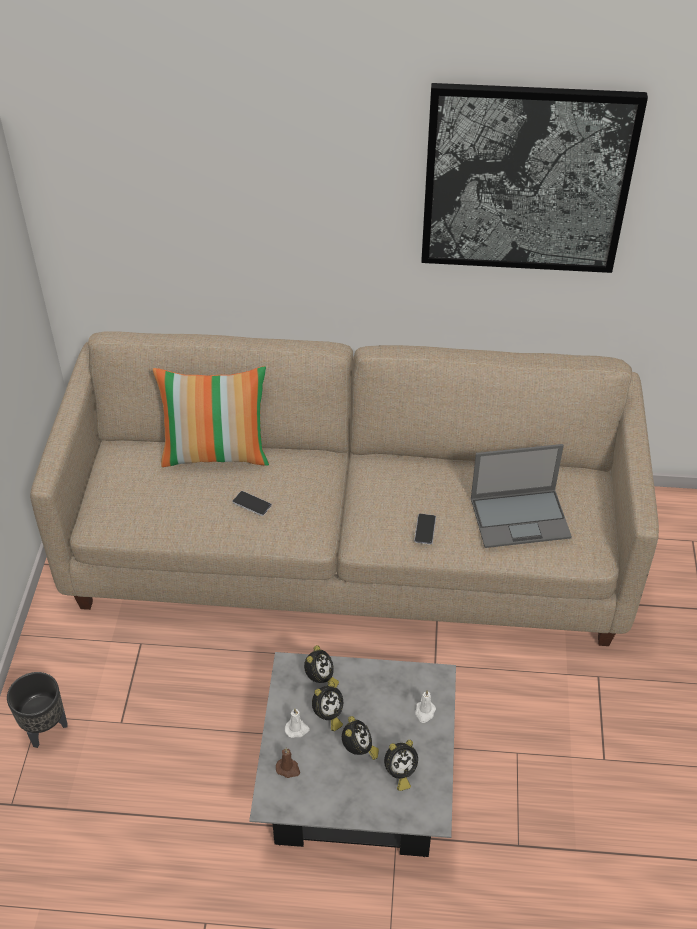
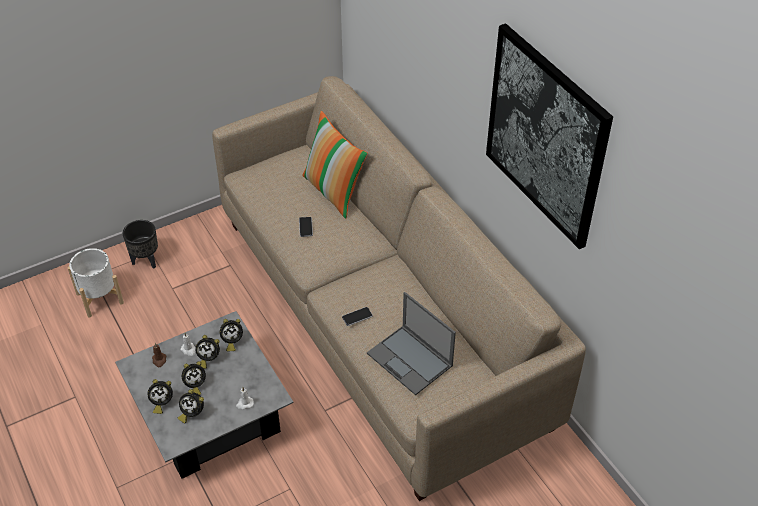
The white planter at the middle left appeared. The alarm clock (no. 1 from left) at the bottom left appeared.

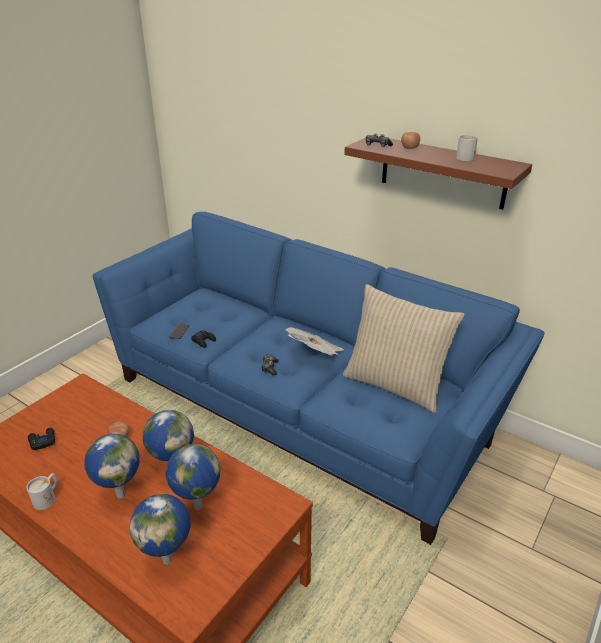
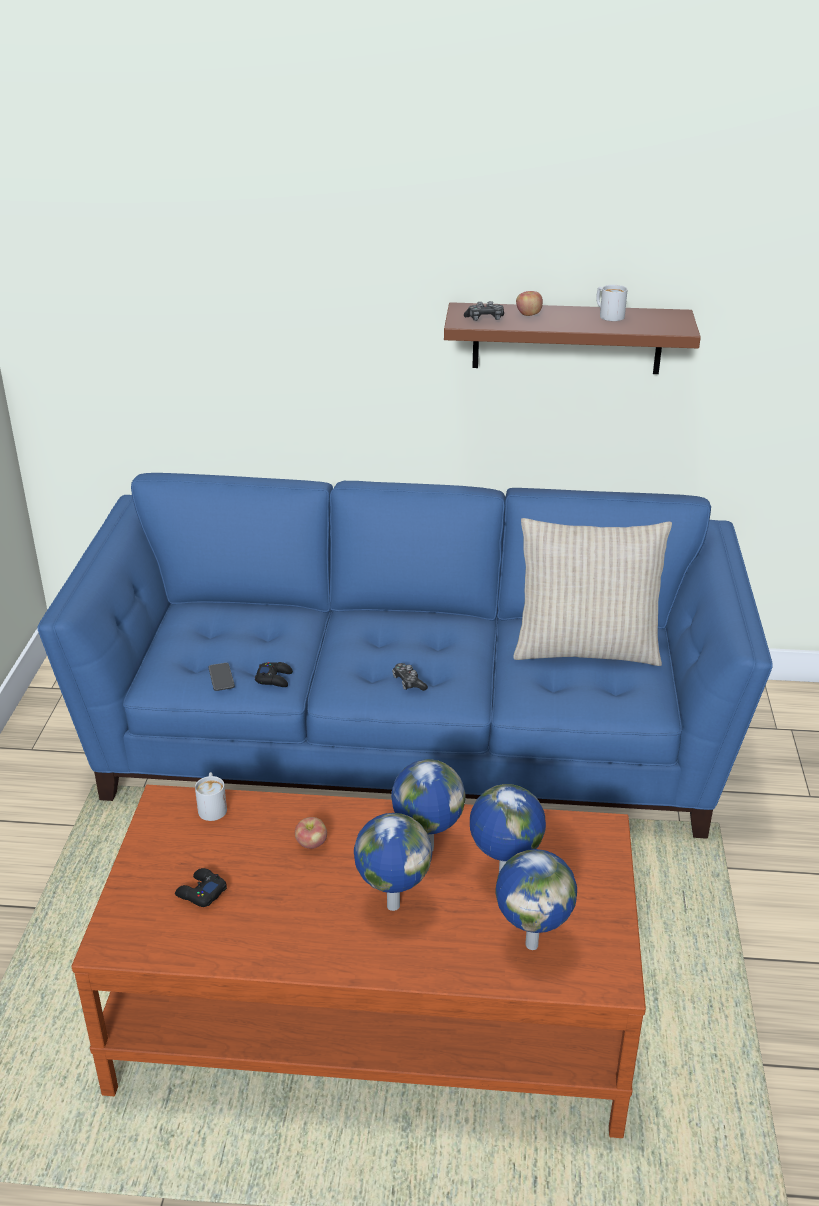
The white mug (no. 1 from left) moved from the bottom left to the middle left. The newspaper at the centre disappeared.

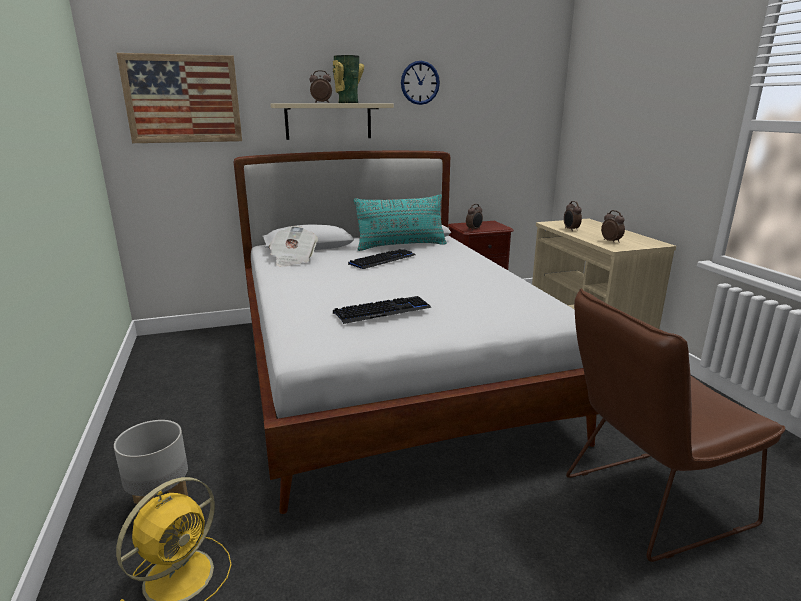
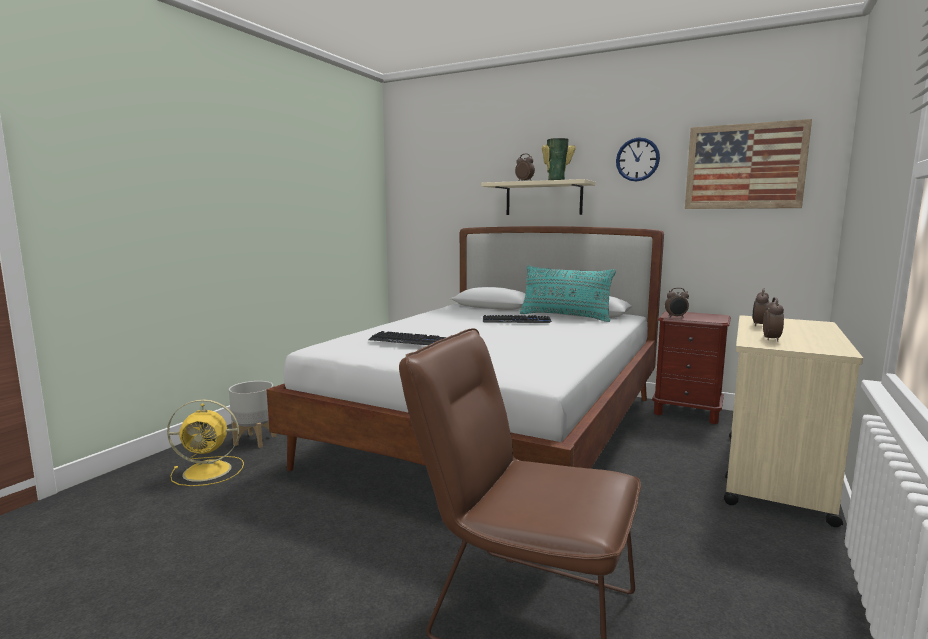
The picture moved from the top left to the top right. The newspaper at the centre disappeared.

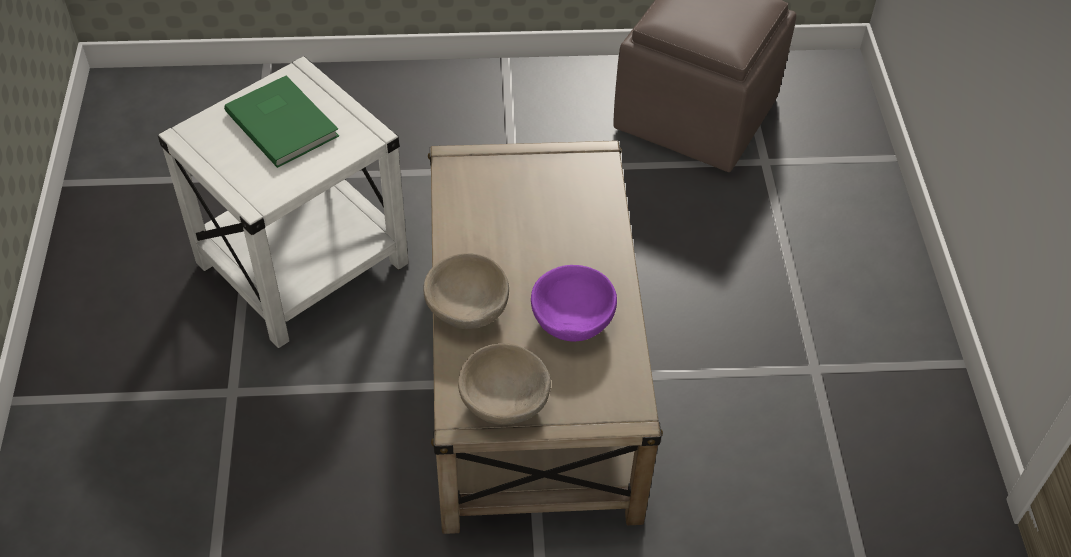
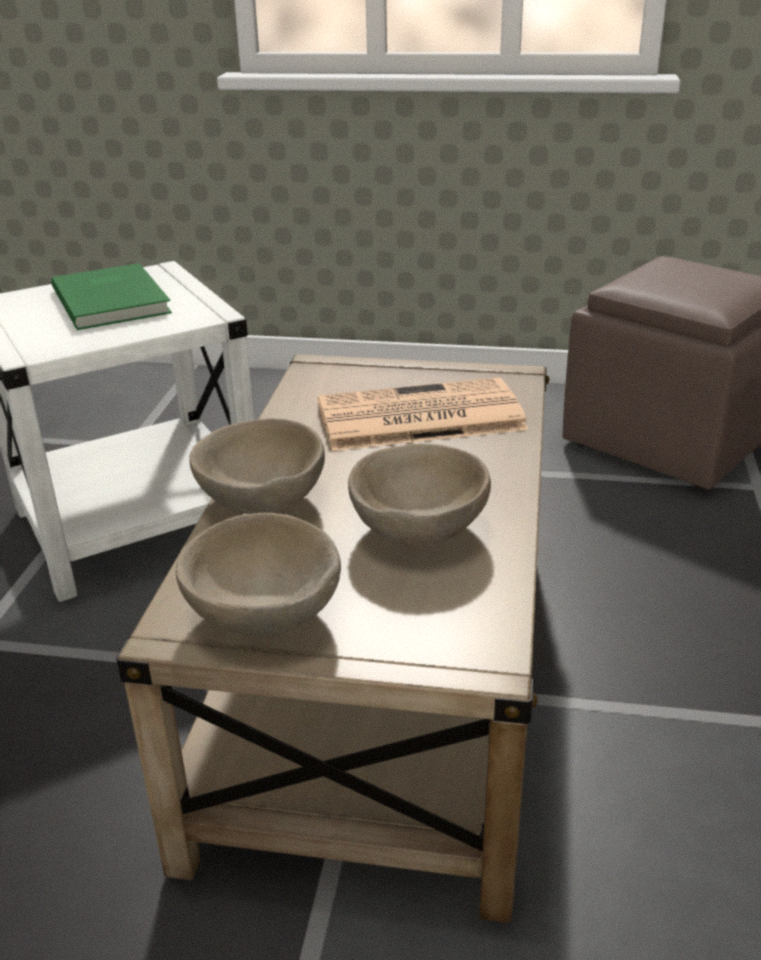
The purple bowl at the centre became the beige bowl (no. 3 from left) at the centre. The newspaper at the centre appeared.

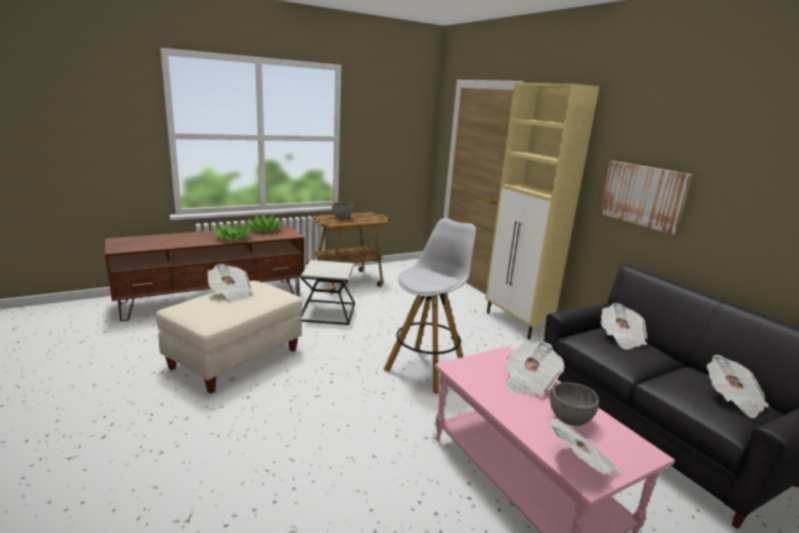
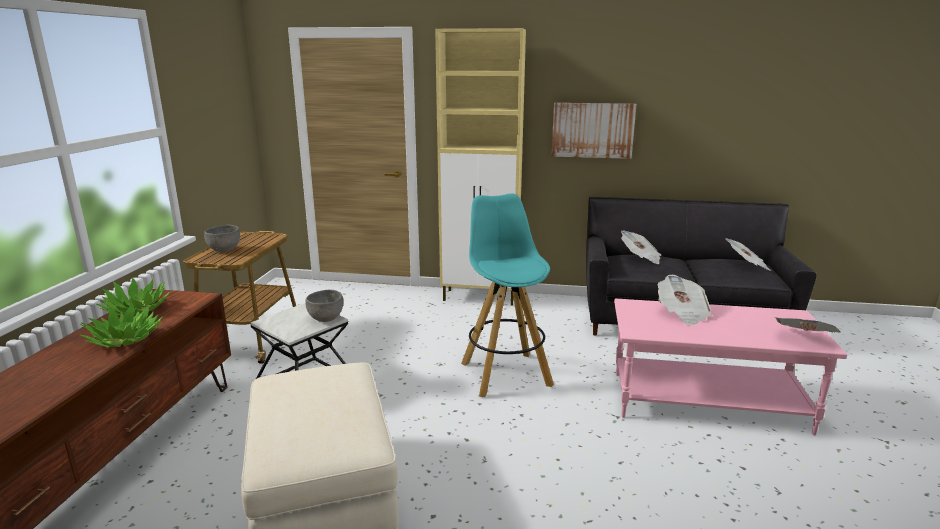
The newspaper (no. 1 from left) at the middle left disappeared. The white stool at the centre became the turquoise stool at the centre. The grey bowl (no. 2 from left) moved from the bottom right to the centre.

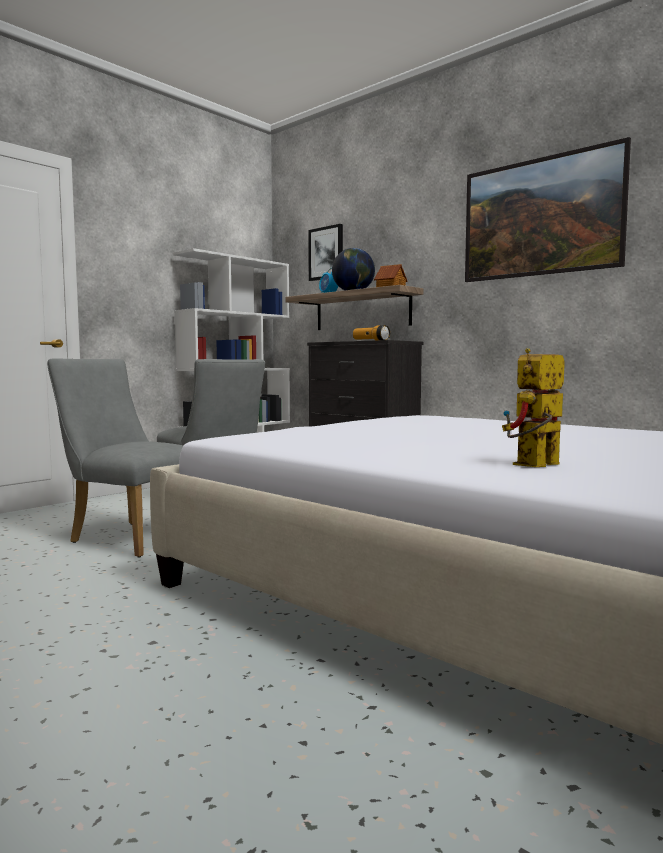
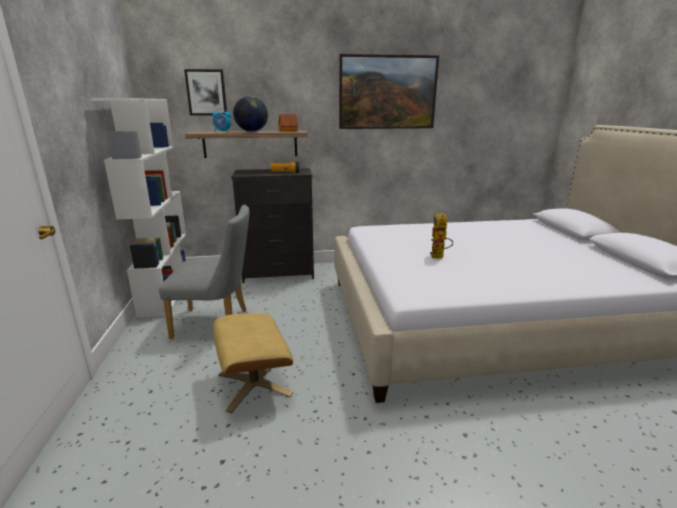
The grey chair (no. 1 from left) at the middle left was replaced by the beige ottoman at the bottom centre. The toy robot moved from the middle right to the centre.

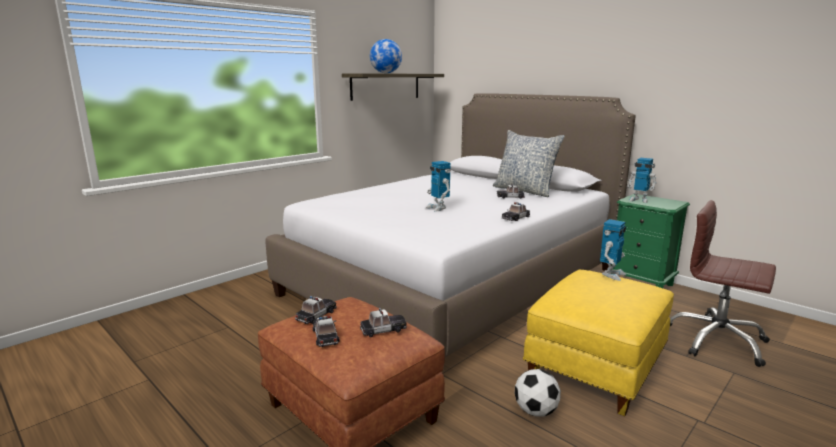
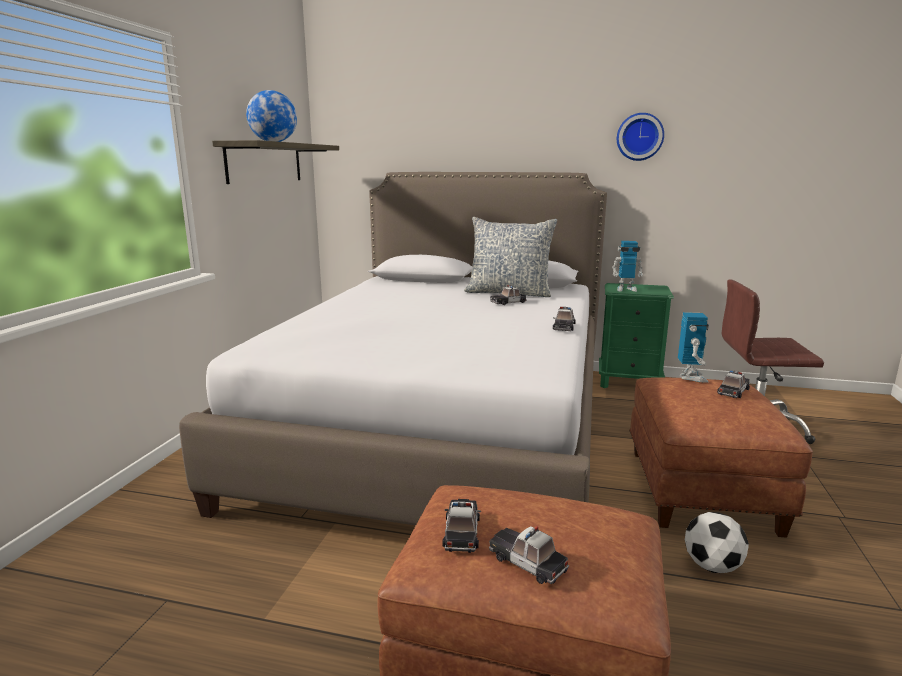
The toy car (no. 3 from left in the first image) moved from the bottom centre to the middle right. The toy robot (no. 1 from left) at the centre disappeared. The yellow ottoman at the bottom right became the brown ottoman (no. 2 from left) at the bottom right. The wall clock at the top right appeared.

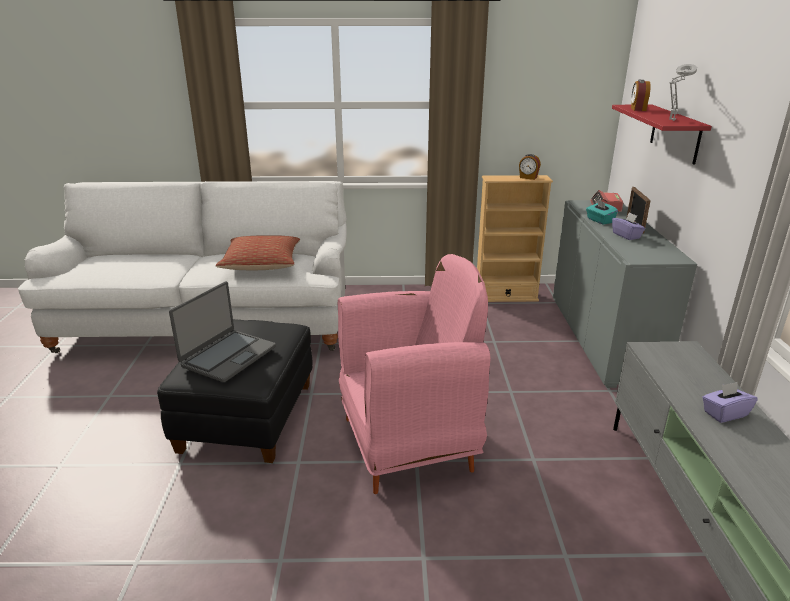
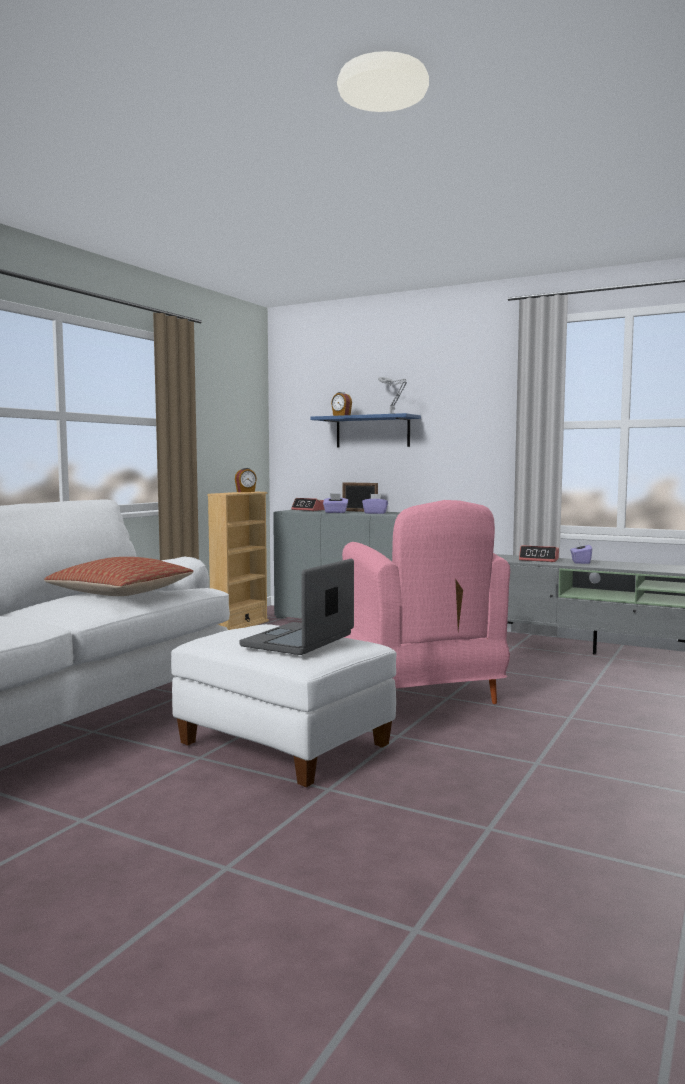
The black ottoman at the middle left became the white ottoman at the centre. The laptop at the middle left turned 120 degrees counterclockwise. The pink armchair at the centre turned 150 degrees clockwise. The turquoise tissue box at the middle right became the purple tissue box (no. 1 from left) at the centre. The red shelf at the top right became the blue shelf at the centre. The alarm clock (no. 4 from left) at the middle right appeared.

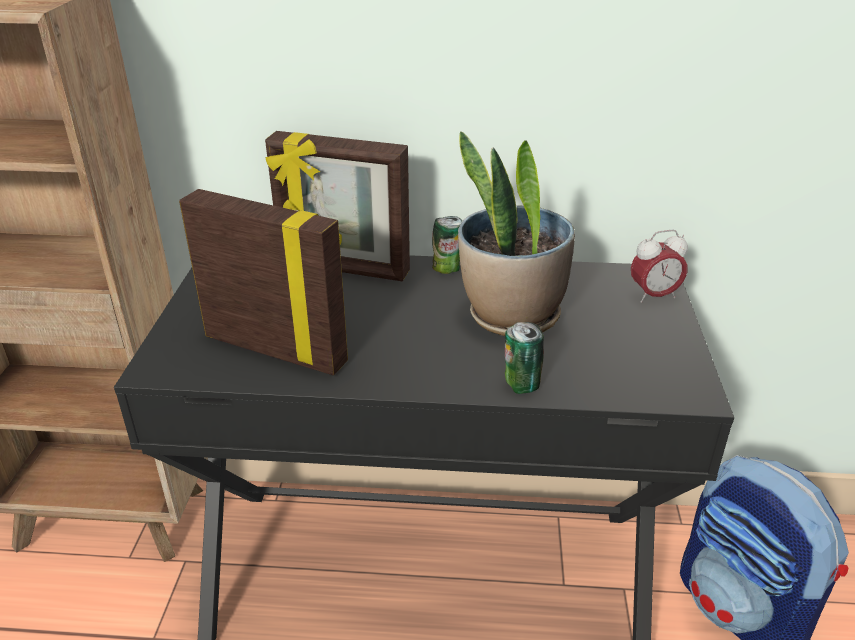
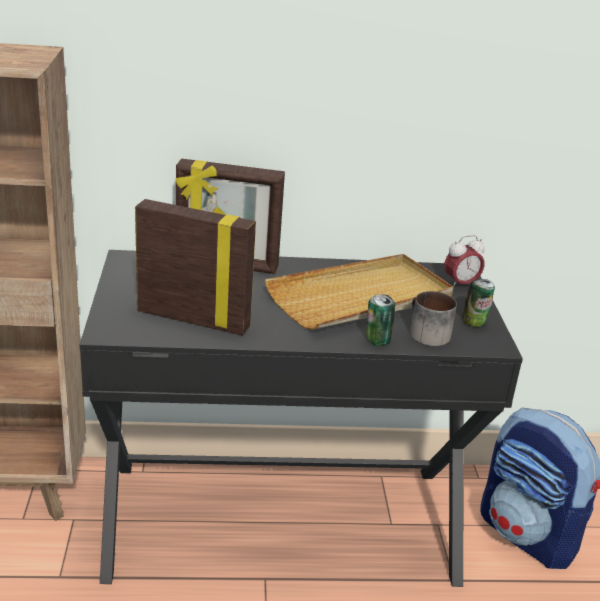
The can (no. 1 from left in the first image) moved from the centre to the middle right. The potted plant at the centre was replaced by the beige tray at the centre. The mug at the middle right appeared.

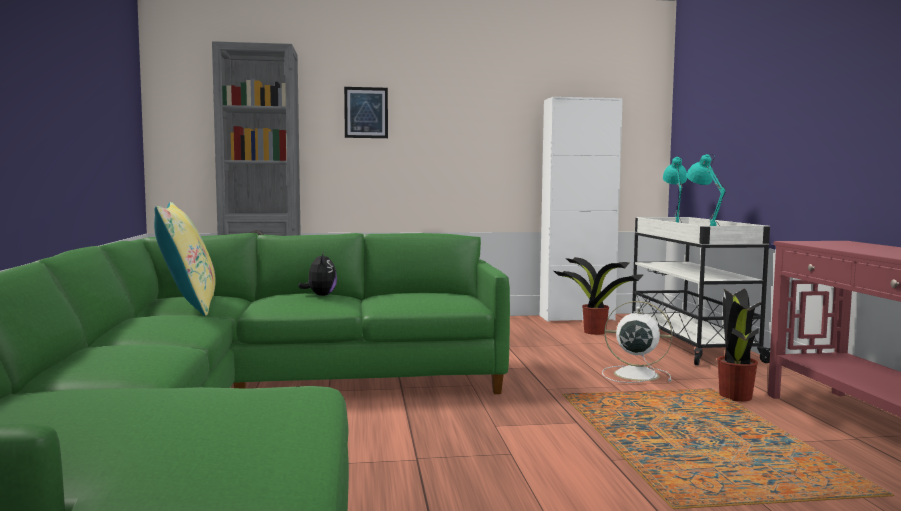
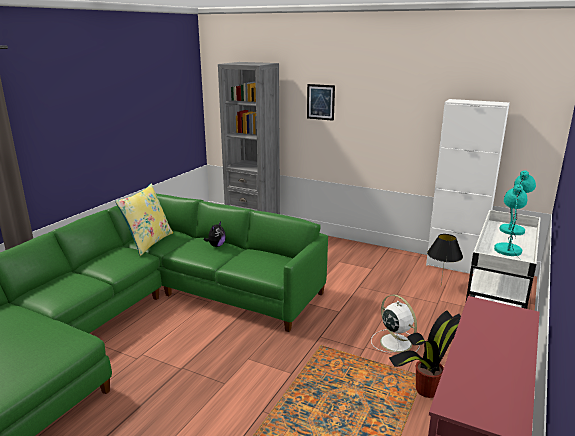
The potted plant (no. 1 from left) at the centre was replaced by the black table lamp at the middle right.

